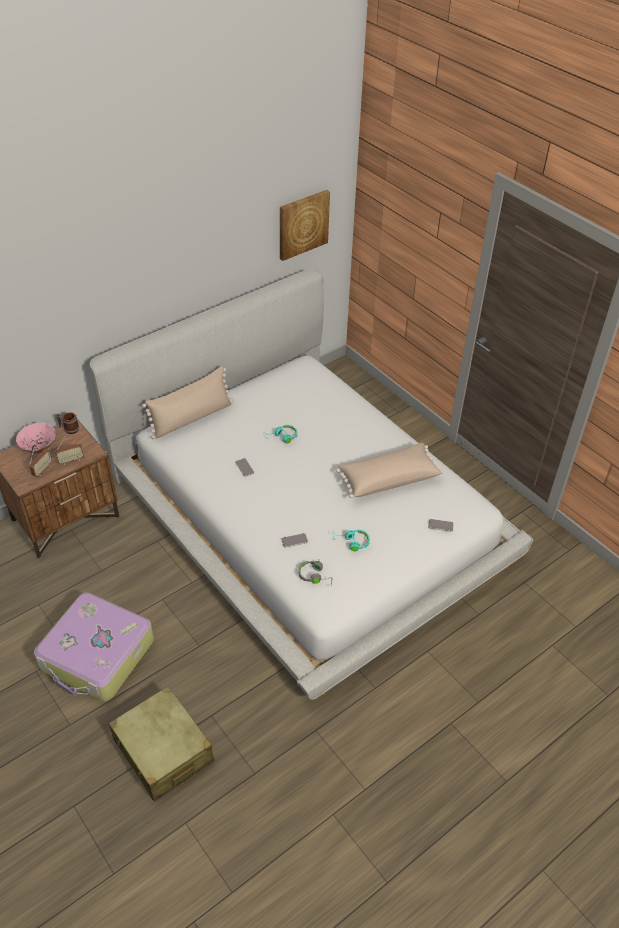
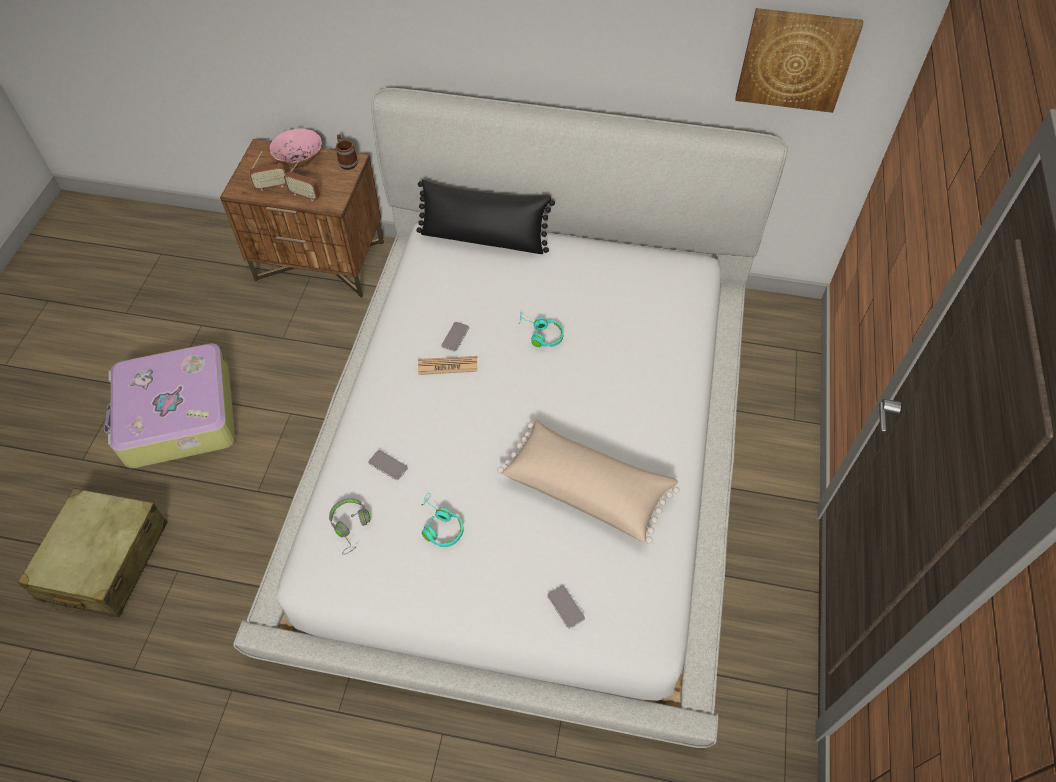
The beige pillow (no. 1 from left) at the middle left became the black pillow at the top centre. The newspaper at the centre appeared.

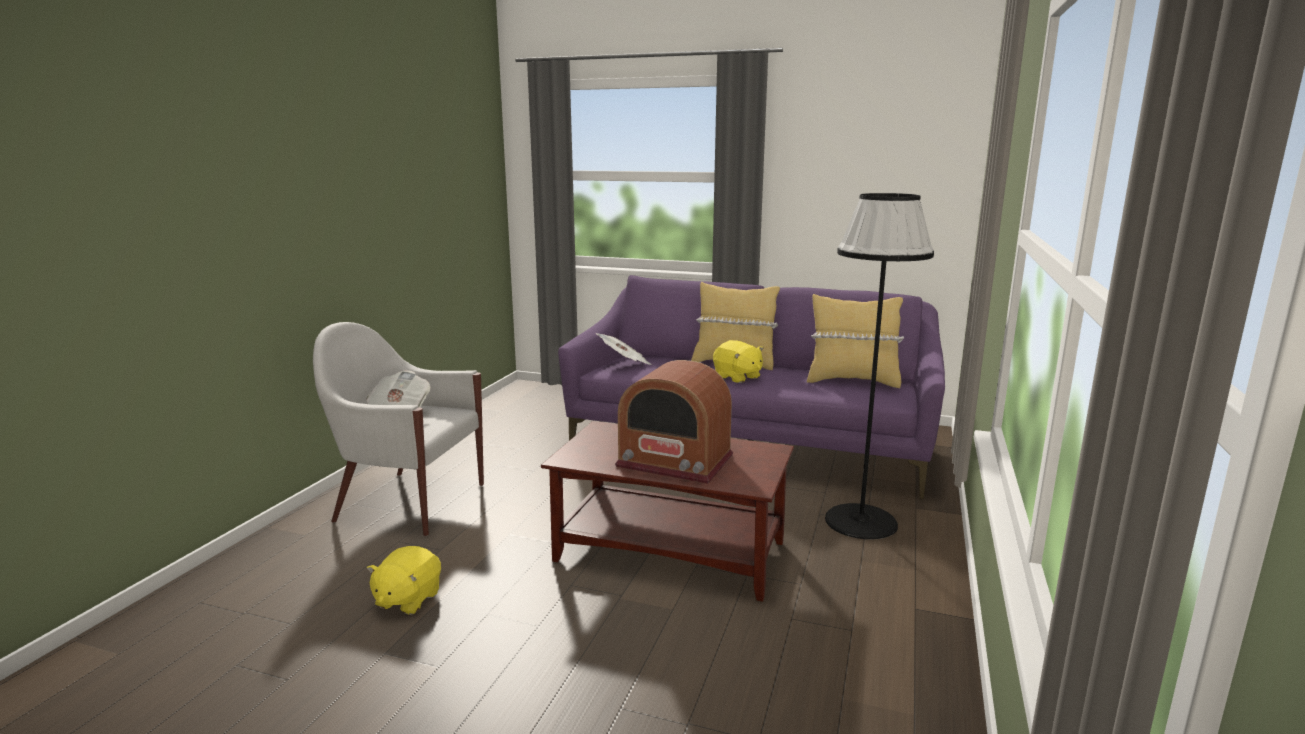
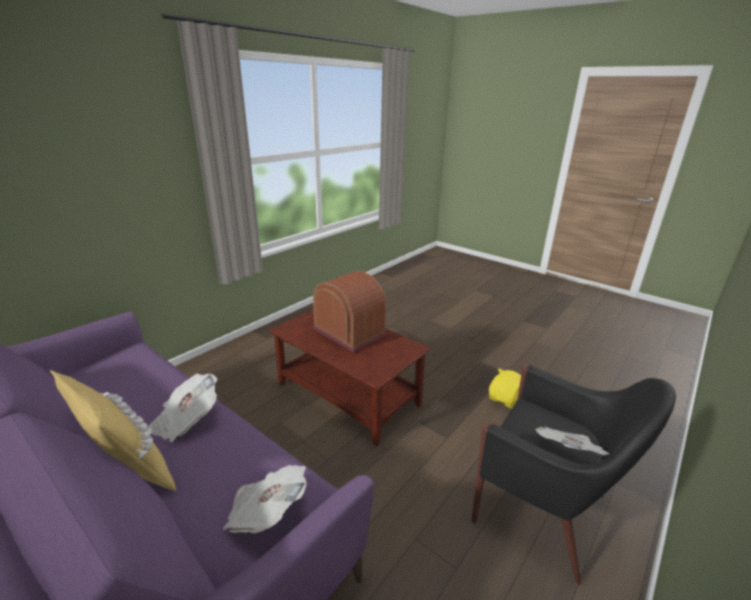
The white armchair at the middle left became the black armchair at the bottom right. The yellow plush toy (no. 2 from left) at the centre was replaced by the newspaper (no. 1 from left) at the bottom left. The yellow pillow (no. 2 from left) at the centre disappeared. The black floor lamp at the middle right disappeared.

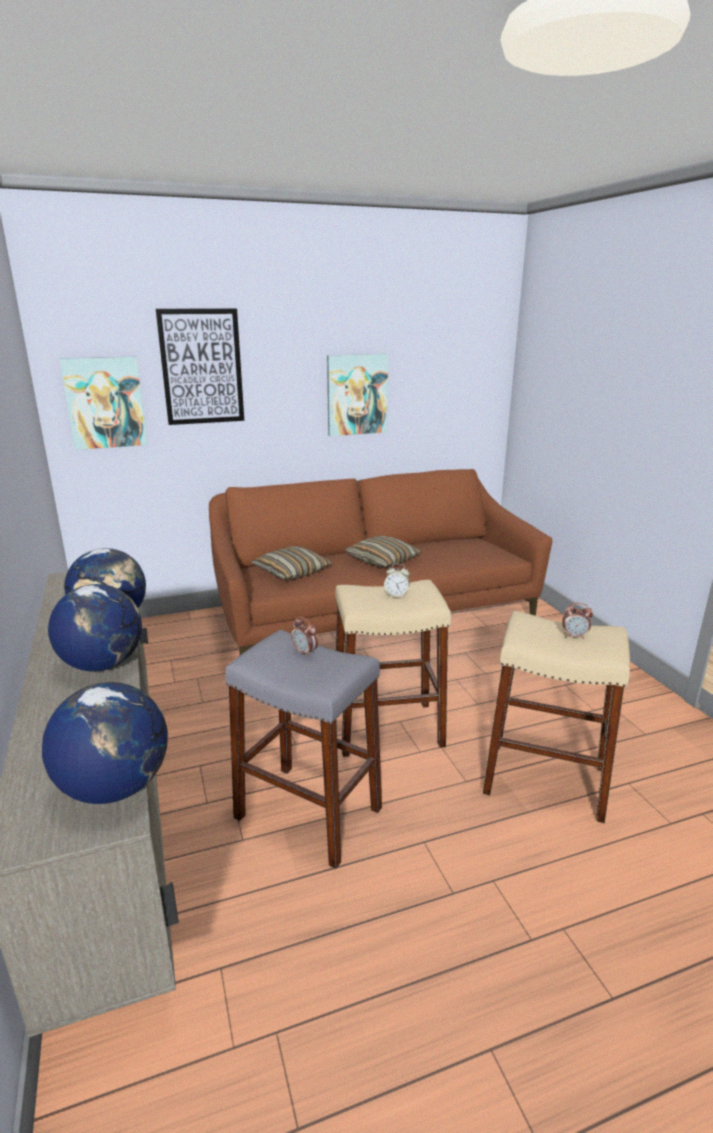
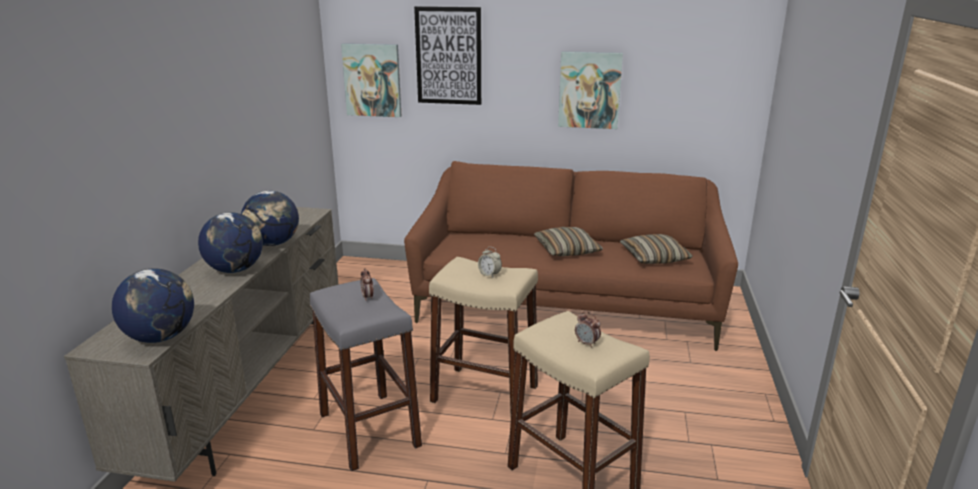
The pillow (no. 1 from left in the first image) moved from the centre to the middle right.

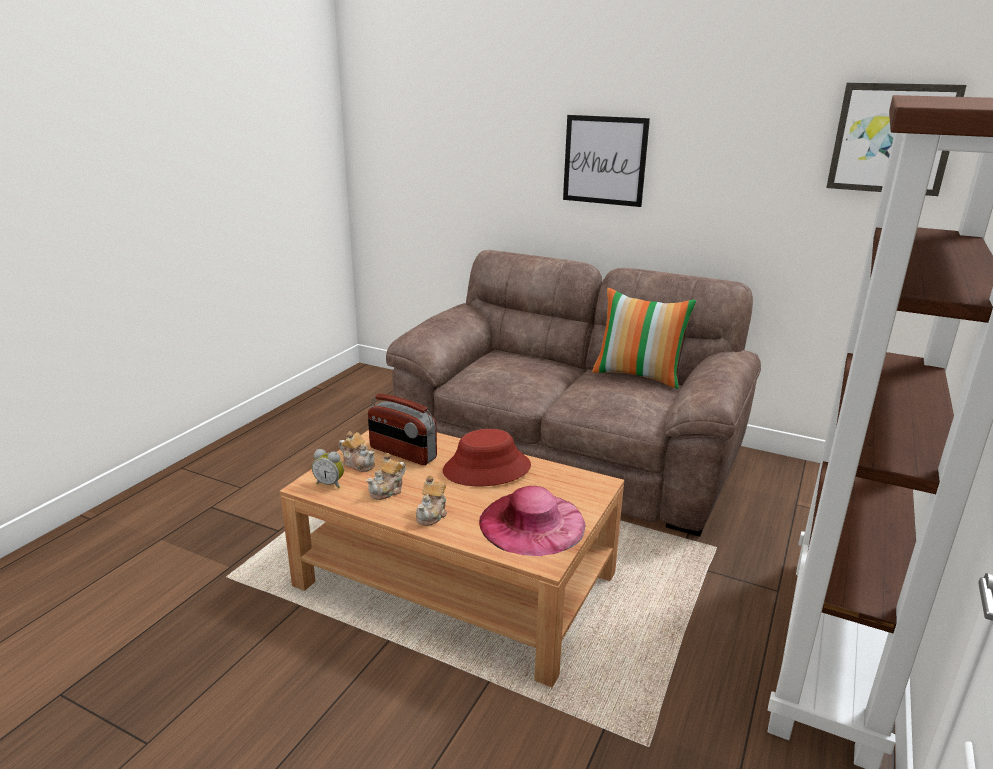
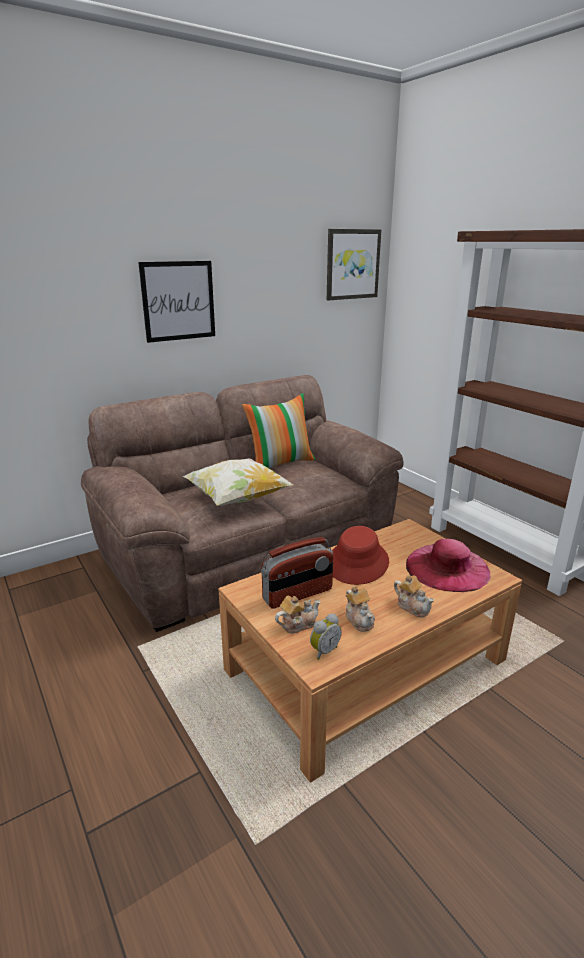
The pillow (no. 1 from left) at the centre appeared.

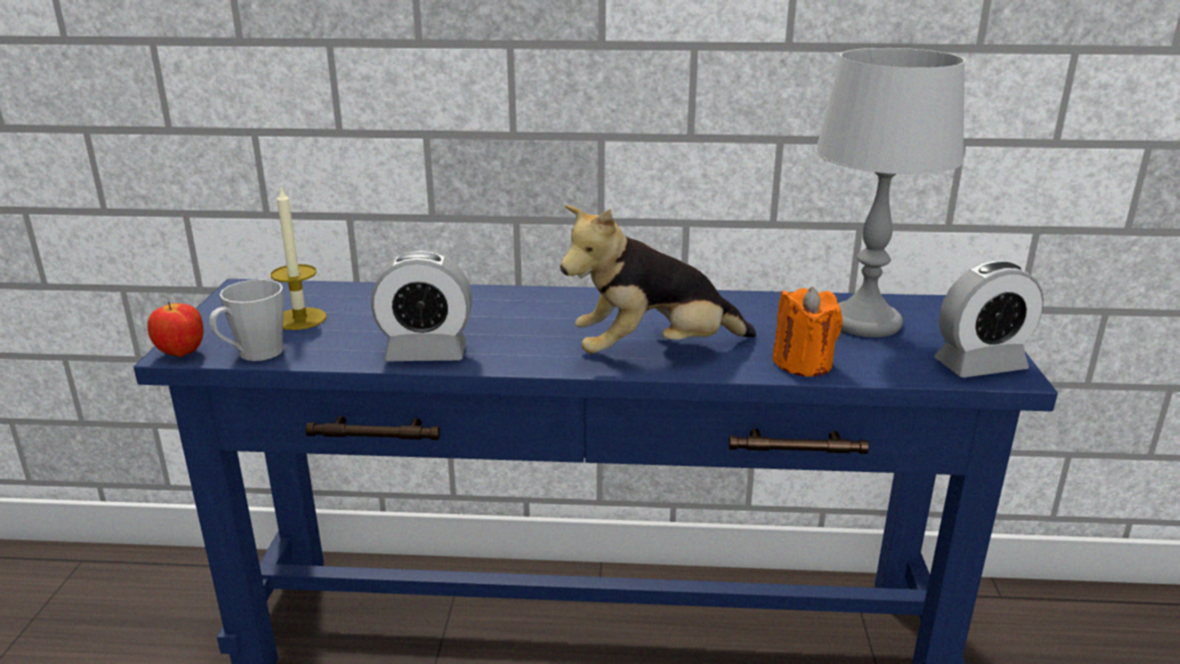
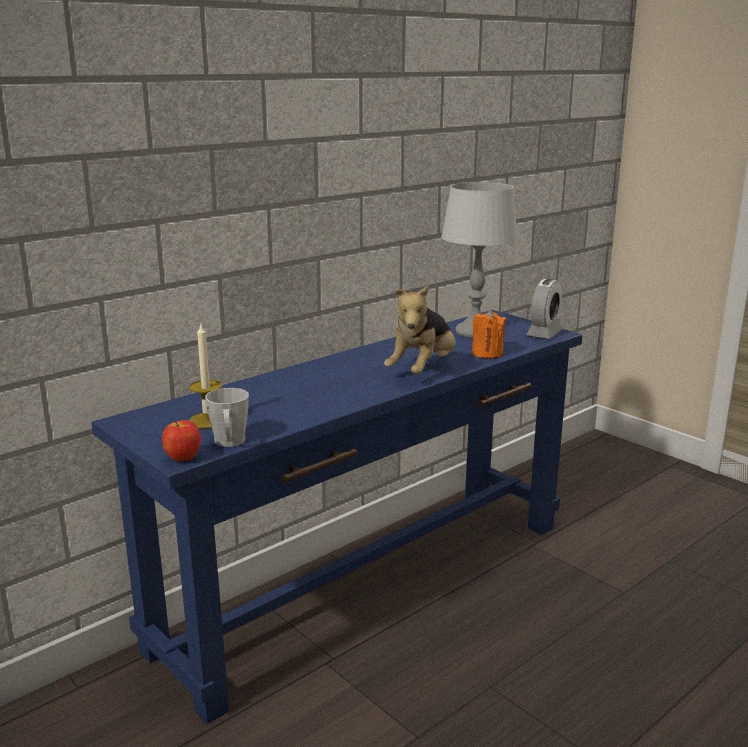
The alarm clock (no. 1 from left) at the centre disappeared.

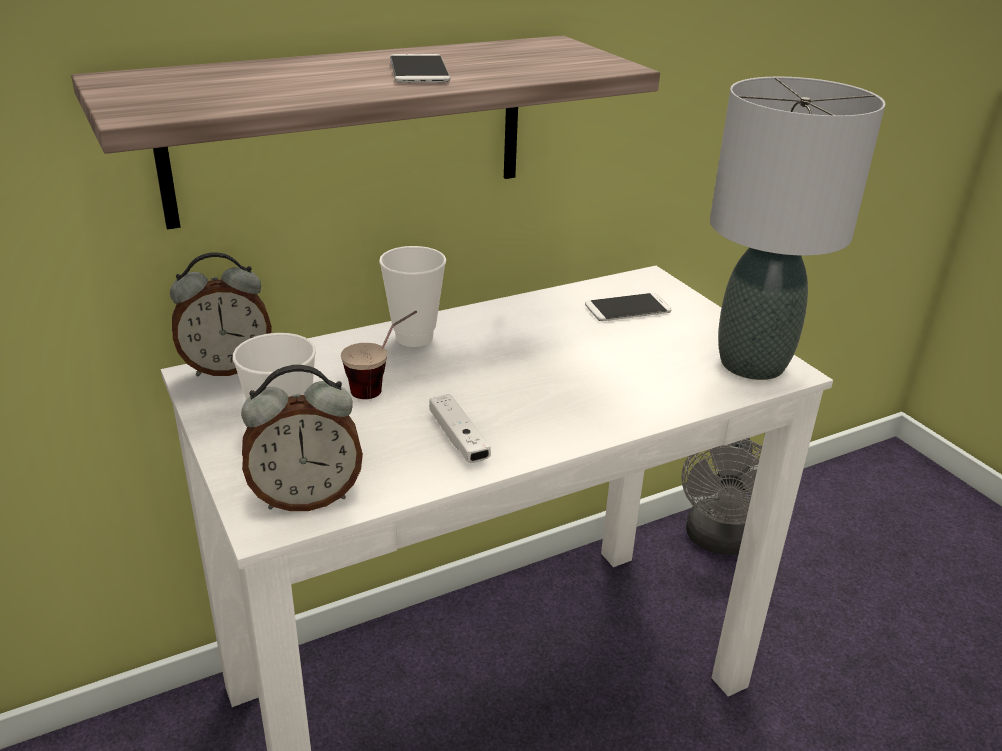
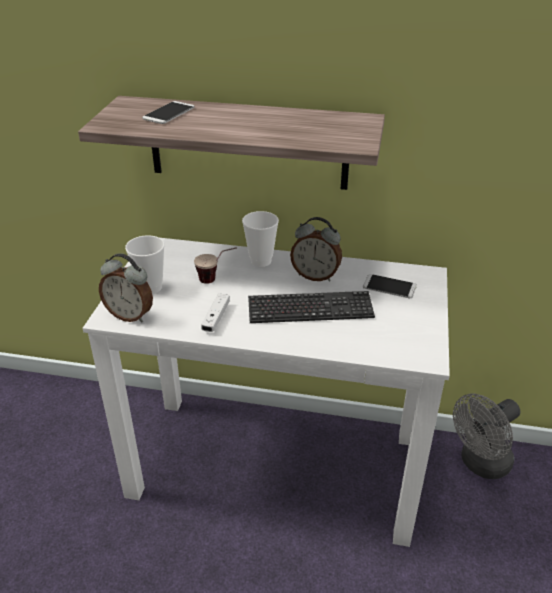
The alarm clock (no. 1 from left in the first image) moved from the middle left to the centre. The phone (no. 1 from left) moved from the top centre to the top left. The grey table lamp at the top right disappeared. The keyboard at the centre appeared.

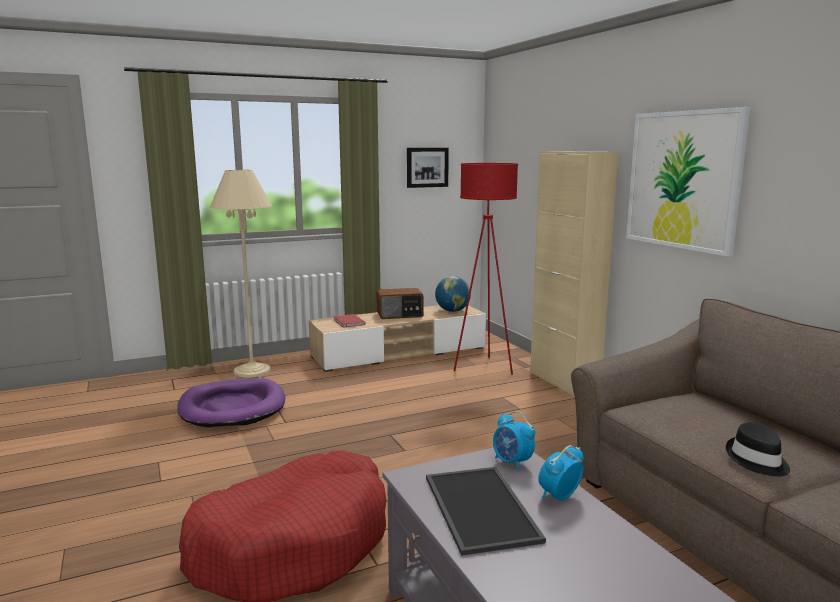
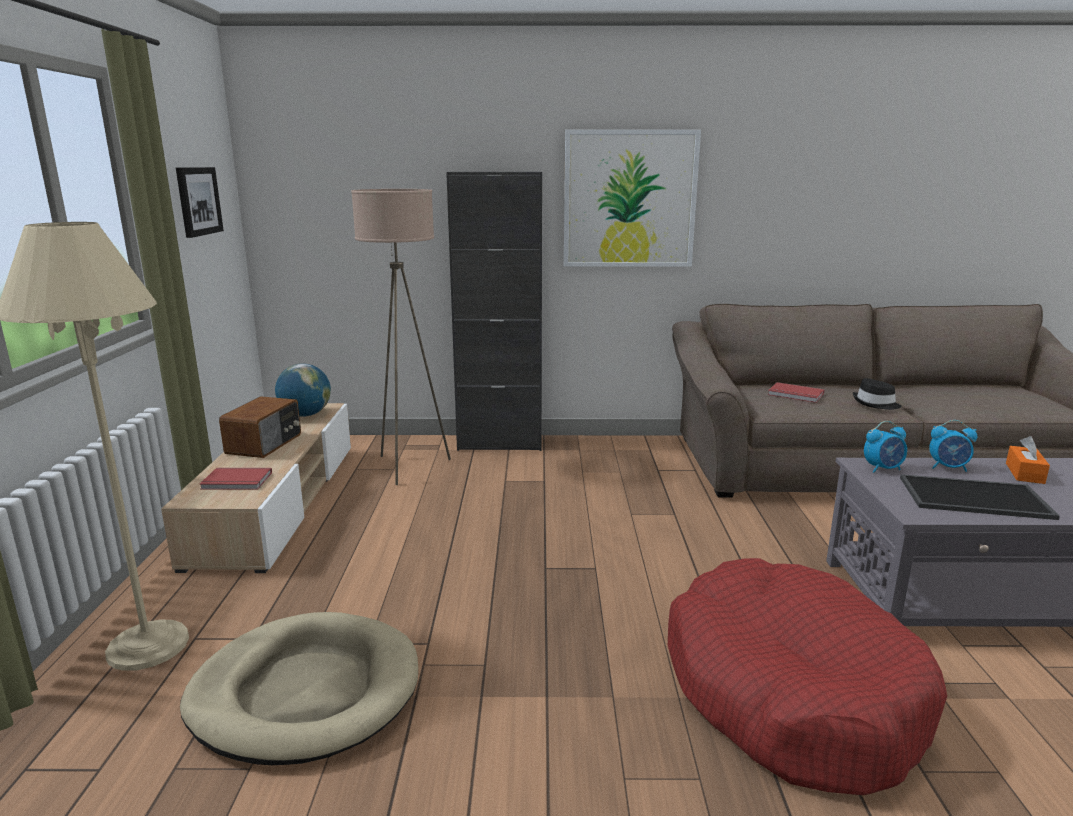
The purple dog bed at the bottom left became the beige dog bed at the bottom left. The red floor lamp at the centre became the beige floor lamp (no. 2 from left) at the centre. The beige cabinet at the middle right became the black cabinet at the centre. The alarm clock (no. 2 from left) at the bottom right turned 60 degrees counterclockwise. The red book (no. 2 from left) at the middle right appeared. The orange tissue box at the middle right appeared.

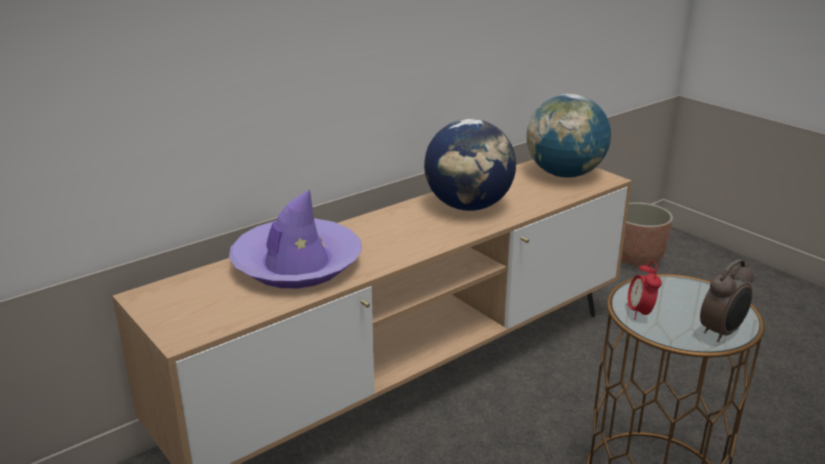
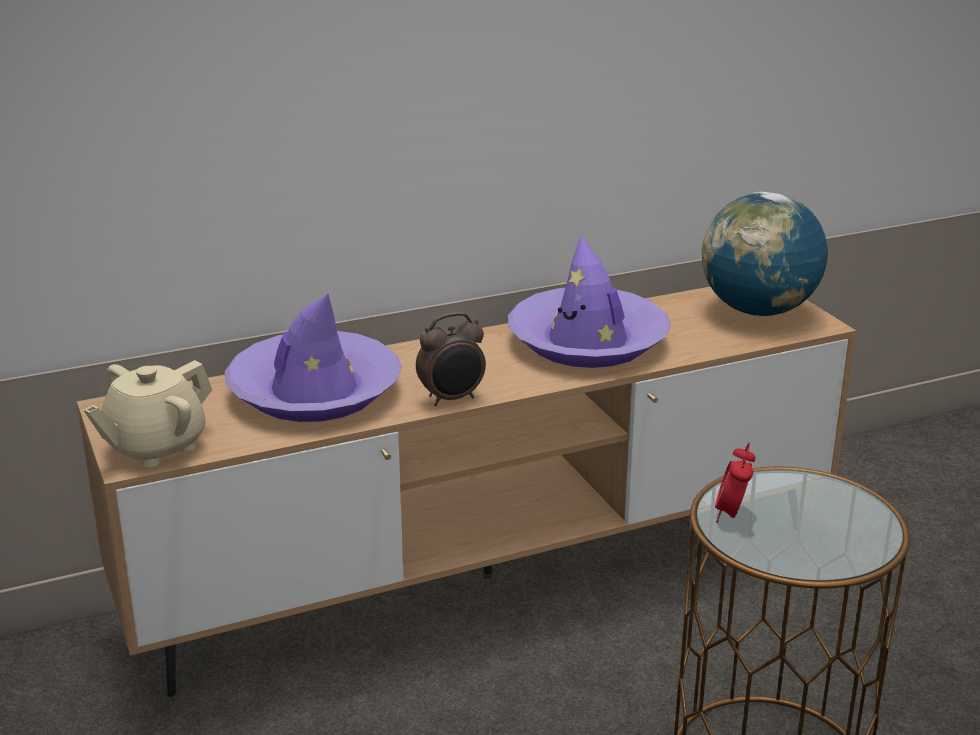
The globe (no. 1 from left) at the centre was replaced by the purple hat (no. 2 from left) at the centre. The planter at the middle right disappeared. The alarm clock (no. 2 from left in the first image) moved from the middle right to the centre. The beige teapot at the middle left appeared.

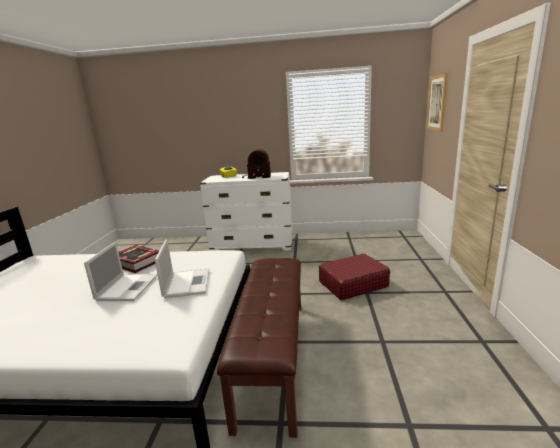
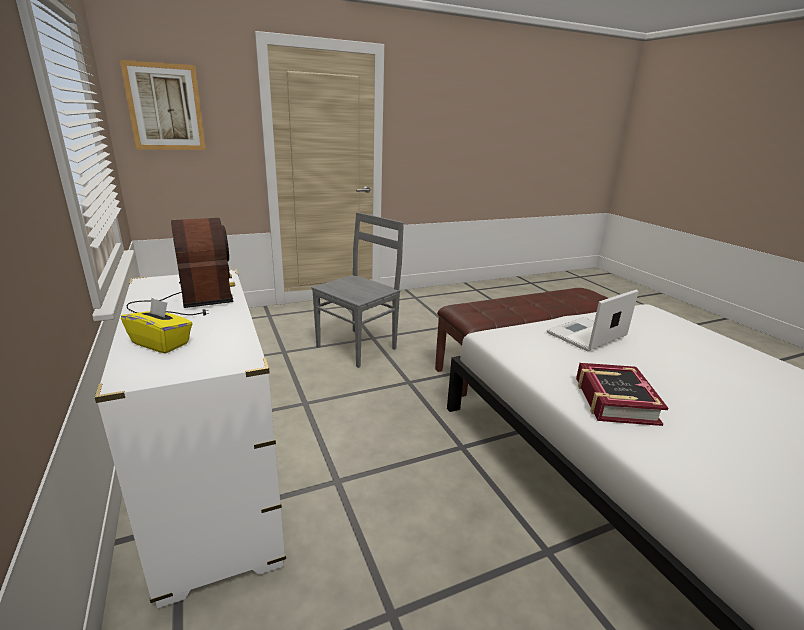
The laptop (no. 1 from left) at the middle left disappeared. The red suitcase at the centre was replaced by the grey chair at the centre.

